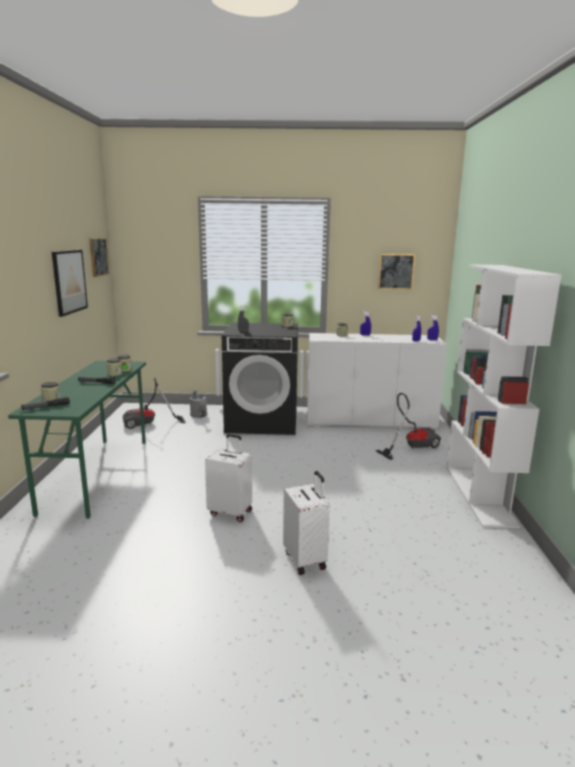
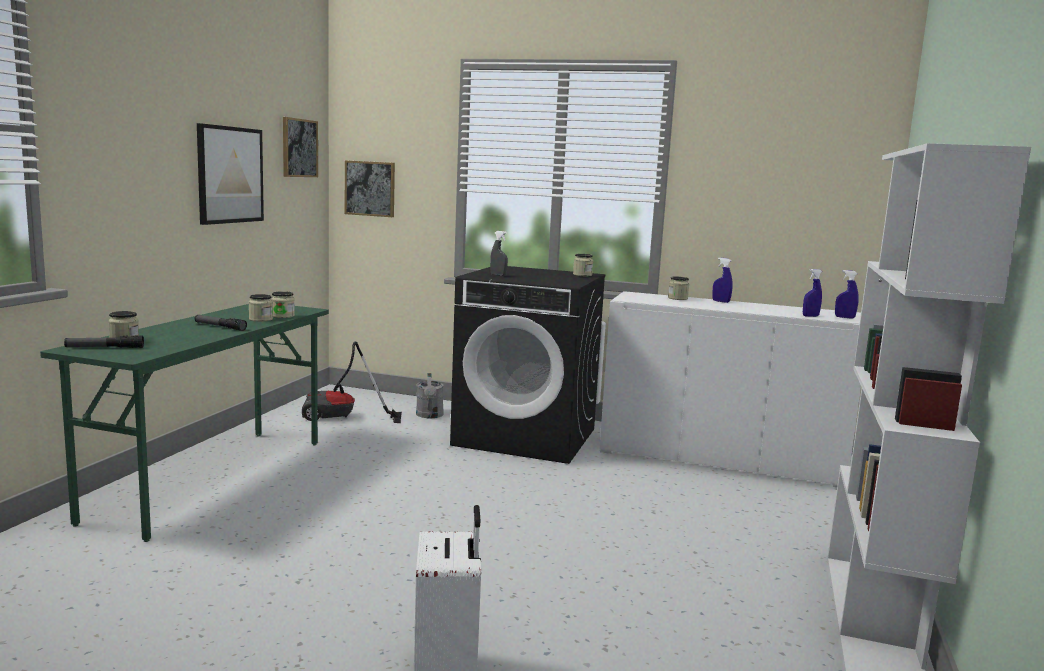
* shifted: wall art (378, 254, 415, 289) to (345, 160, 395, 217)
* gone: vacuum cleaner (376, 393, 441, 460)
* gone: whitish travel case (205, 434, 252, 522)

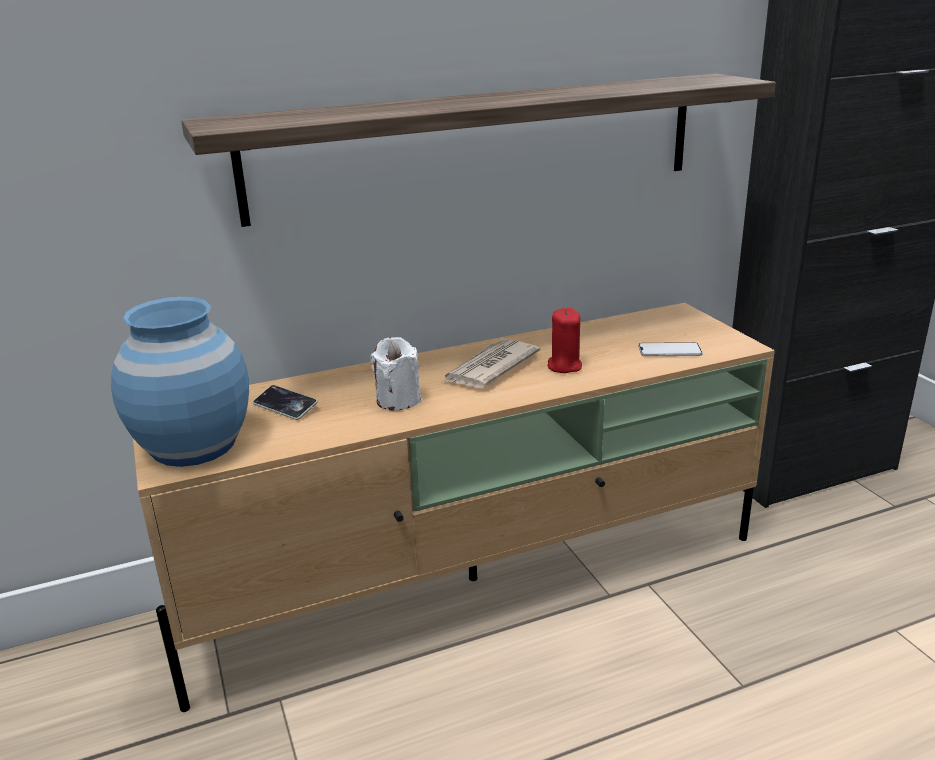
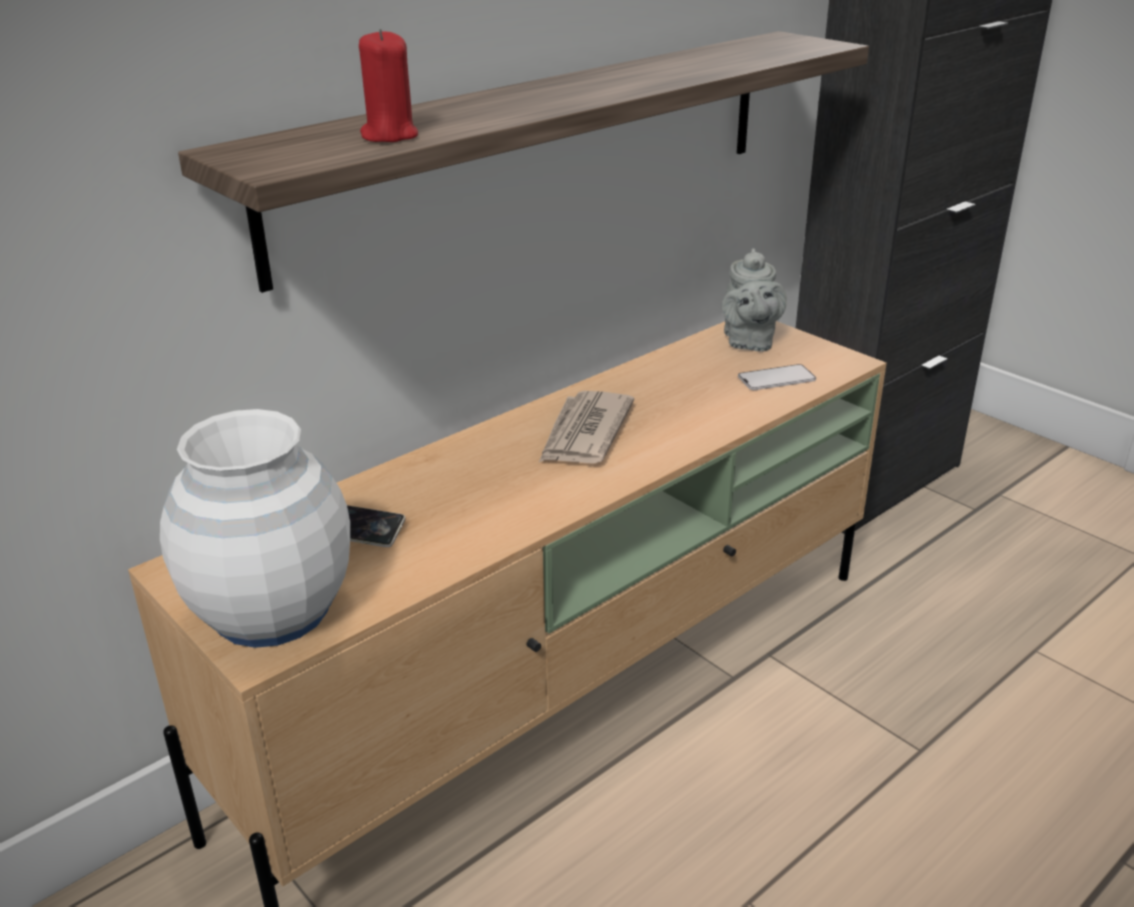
* repainted: blue vase (111, 297, 249, 467) to whitish vase (160, 409, 350, 648)
* shifted: red-coloured wax light (547, 308, 582, 373) to (359, 29, 418, 142)
* gone: whitish wax light (370, 337, 421, 411)
* new: gray pot for tea (722, 248, 787, 352)

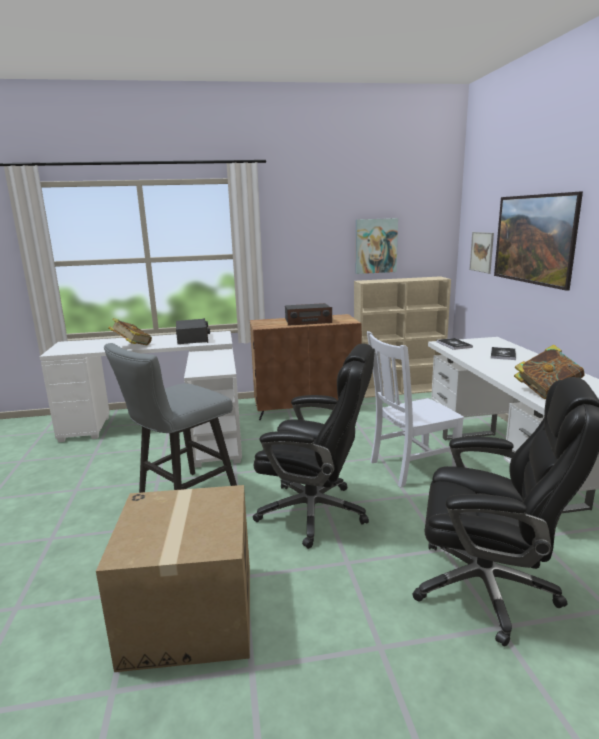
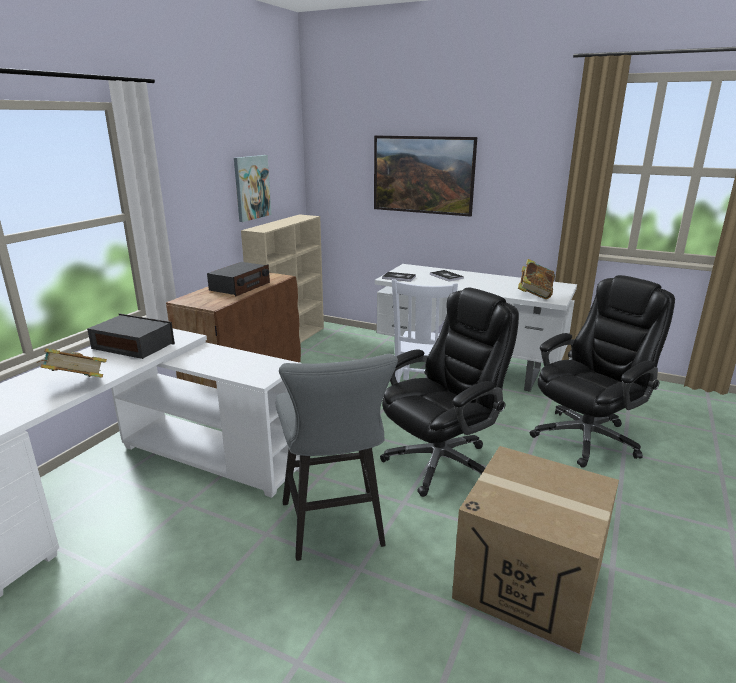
* gone: wall art (469, 232, 494, 274)

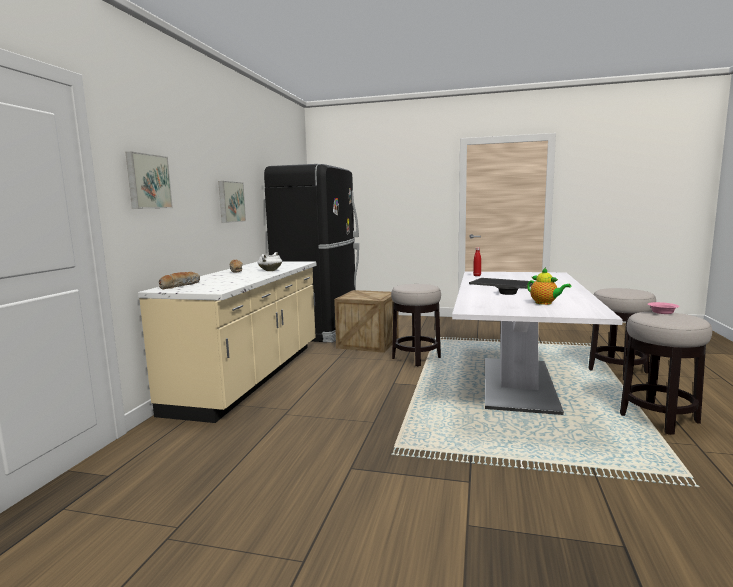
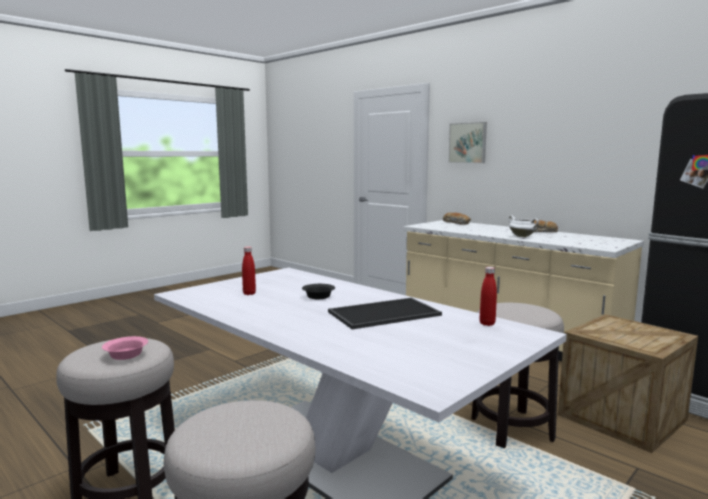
* gone: wall art (218, 181, 246, 223)
* swapped: pot for tea (527, 267, 571, 305) to red-coloured drink bottle (242, 247, 256, 295)

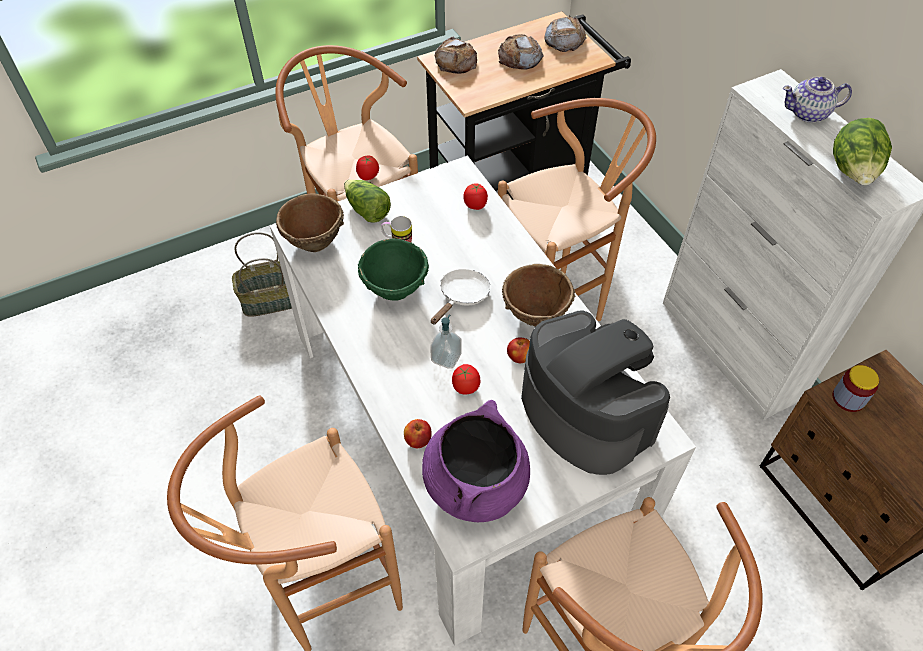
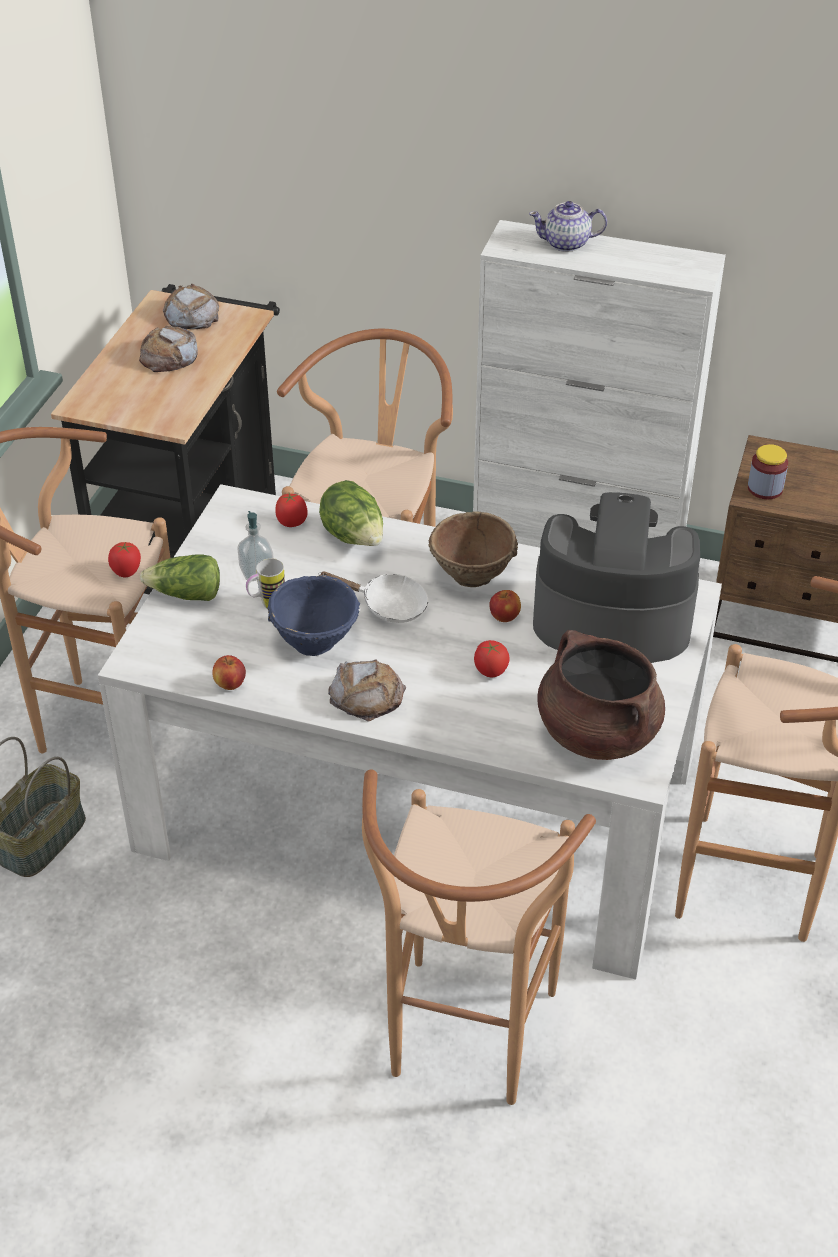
* shifted: bread (434, 37, 477, 74) to (328, 659, 406, 721)
* rotated: pot for tea (783, 76, 852, 123) = (529, 201, 607, 252) 45 degrees clockwise
* shifted: head of lettuce (833, 118, 892, 185) to (319, 480, 383, 546)
* gone: brownish bowl (276, 193, 344, 252)
* repainted: green-coloured bowl (358, 239, 429, 301) to blue bowl (268, 575, 360, 656)
* rotated: whitish skillet (431, 269, 491, 325) = (318, 571, 428, 623) 120 degrees clockwise
* shifted: liquid soap bottle (430, 315, 462, 369) to (237, 511, 273, 582)
* repainted: purple-coloured saucepot (422, 400, 530, 522) to brownish saucepot (537, 630, 665, 760)
* shifted: whole apple (404, 419, 432, 448) to (212, 655, 246, 690)

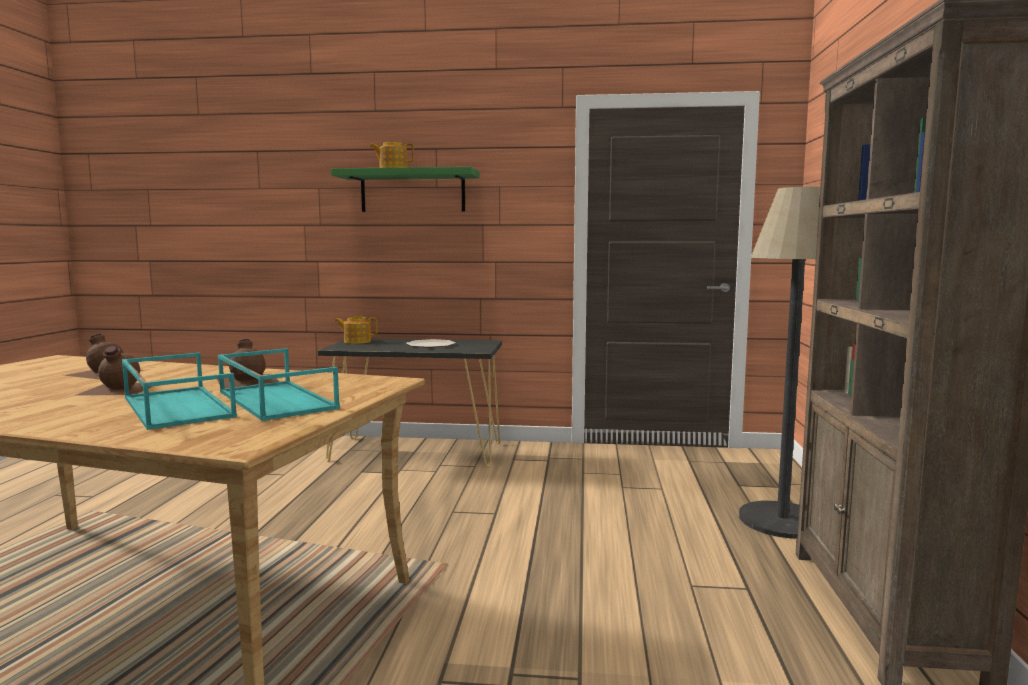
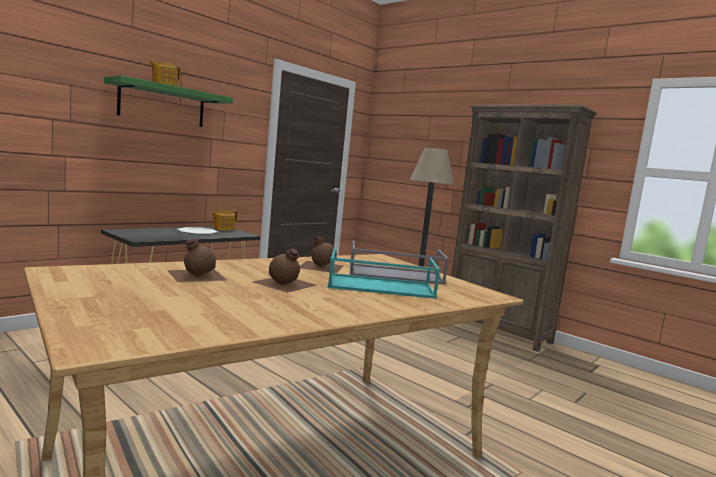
* shifted: pot for tea (335, 317, 378, 344) to (211, 210, 238, 230)
* repainted: turquoise carrying tray (218, 348, 340, 421) to gray carrying tray (350, 241, 449, 285)

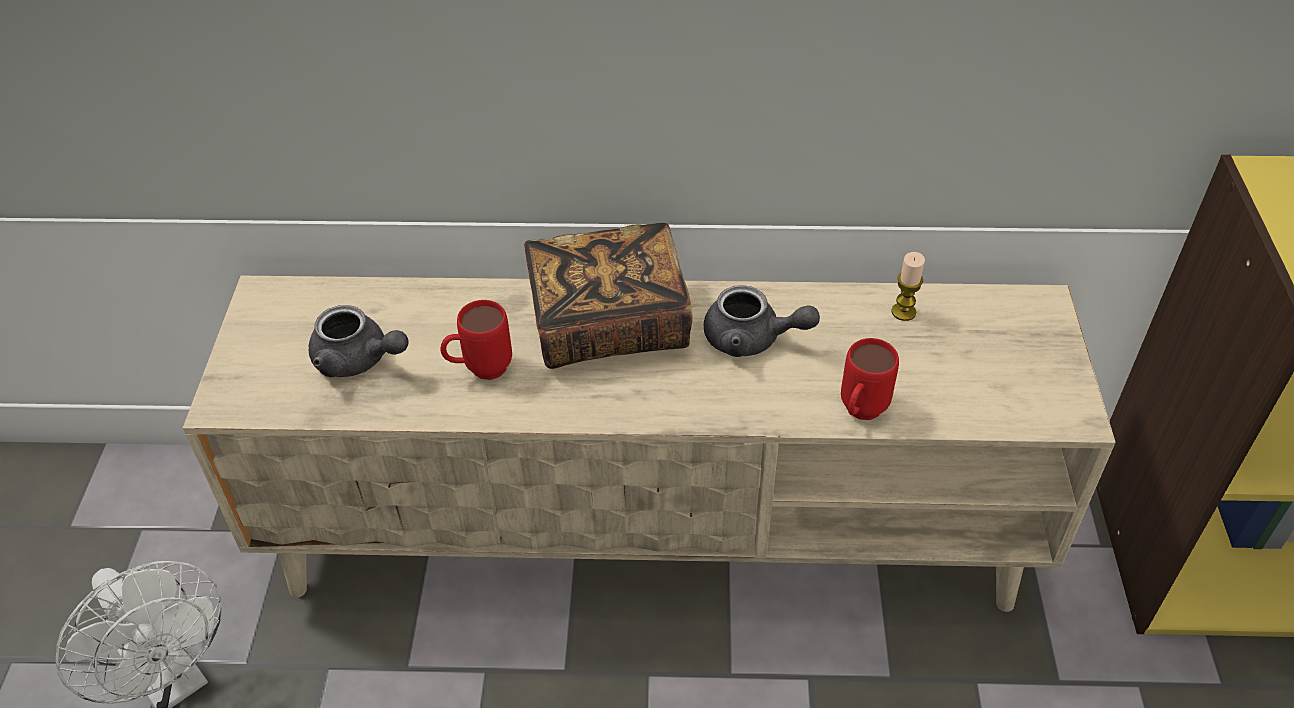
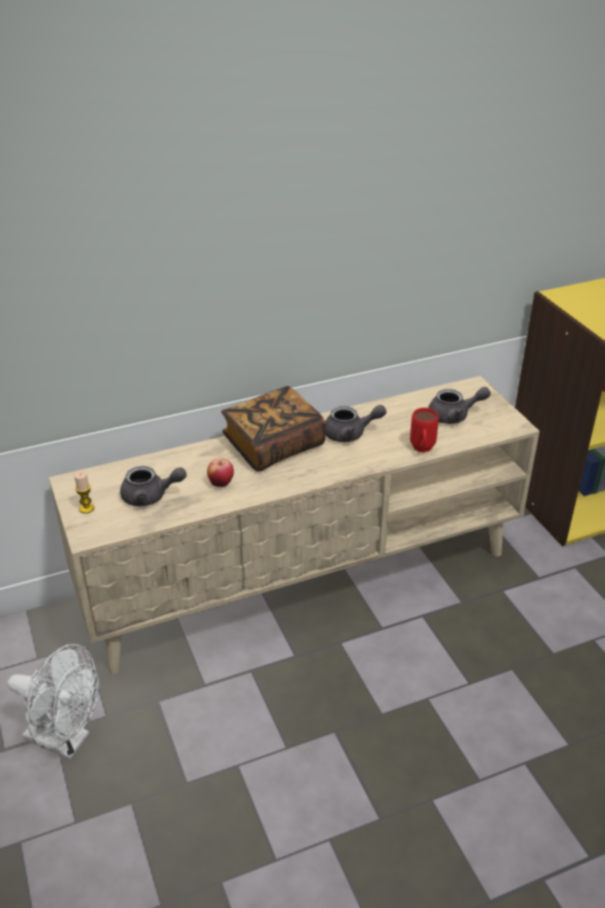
* shifted: wax light (891, 252, 925, 321) to (74, 470, 94, 514)
* swapped: red-coloured tea mug (441, 300, 512, 380) to whole apple (207, 458, 234, 487)
* new: gray pot for tea (428, 387, 491, 424)

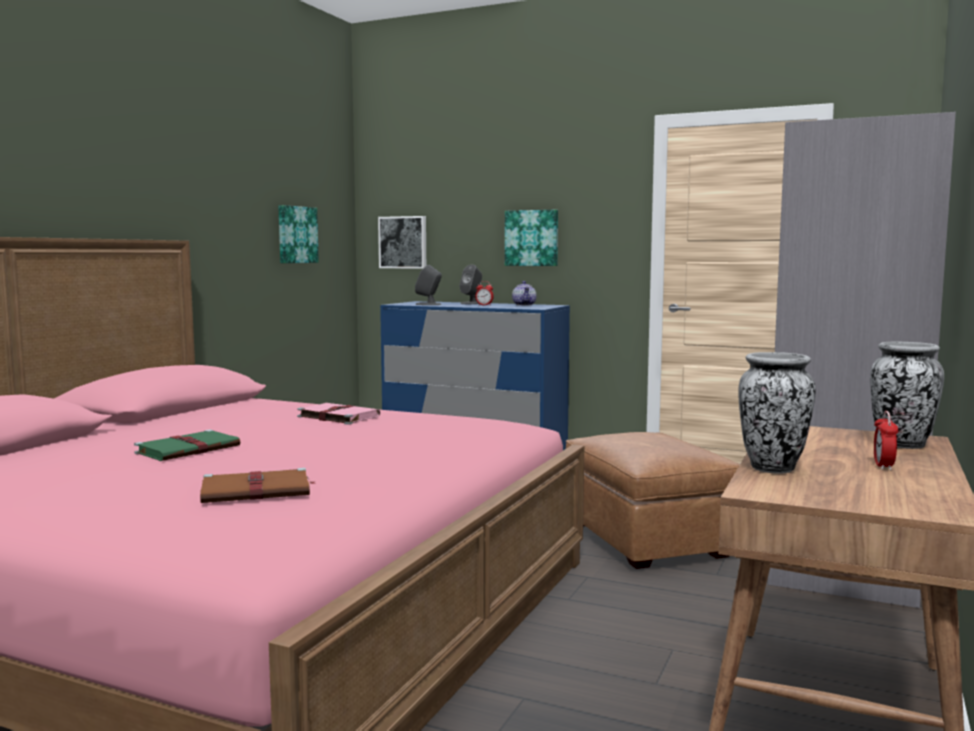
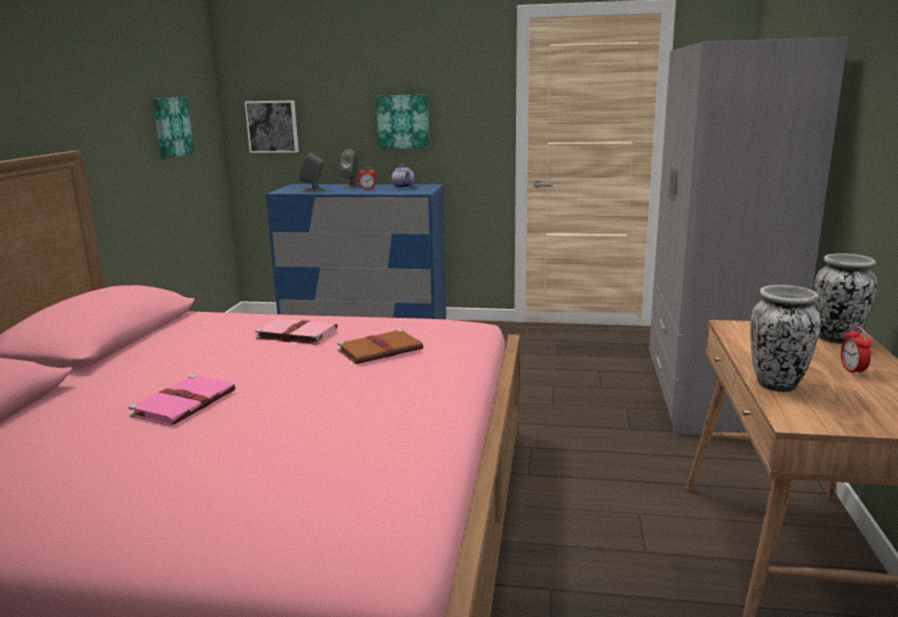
* repainted: green-coloured bound book (134, 430, 240, 461) to pinkish bound book (128, 375, 235, 426)
* gone: brownish pouffe (566, 432, 740, 569)
* shifted: brownish bound book (200, 468, 314, 503) to (337, 329, 423, 364)

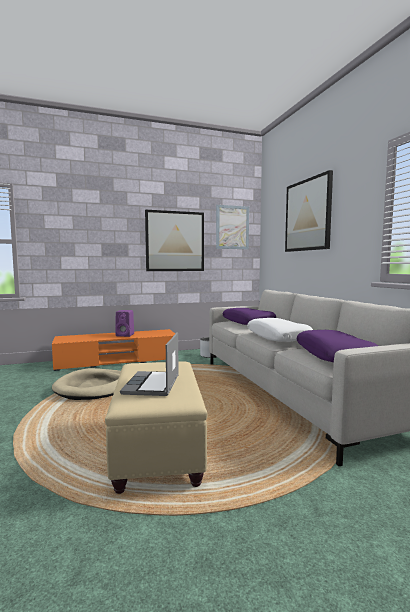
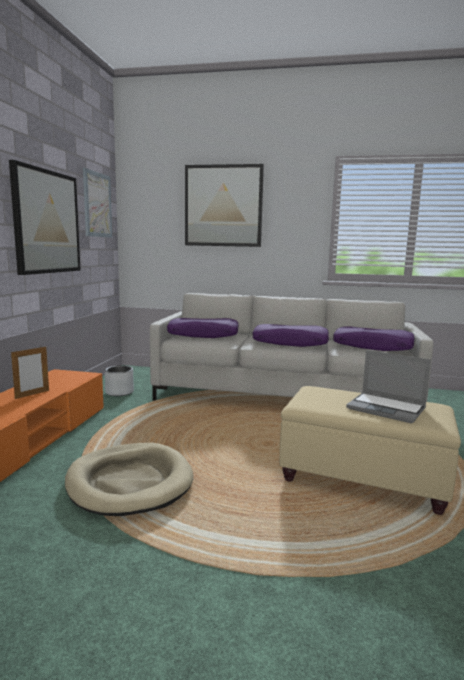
* swapped: purple-coloured speaker (115, 310, 134, 337) to photo frame (11, 347, 49, 399)
* repainted: whitish cushion (247, 318, 313, 342) to purple-coloured cushion (253, 324, 329, 347)

